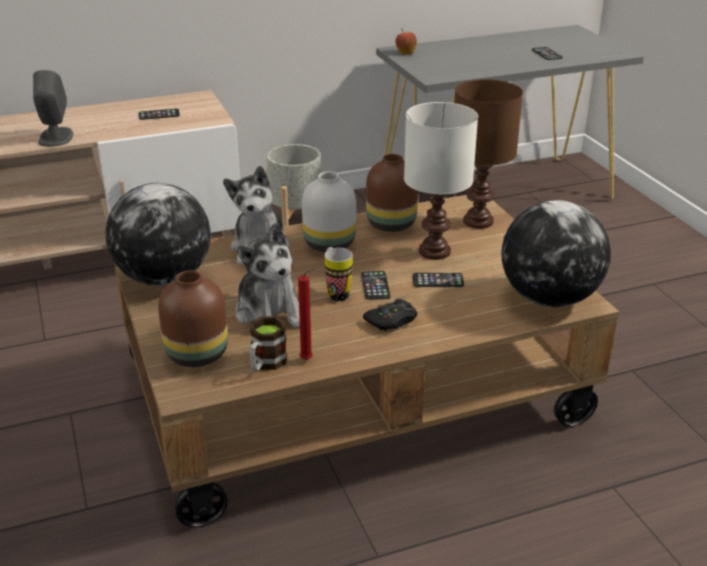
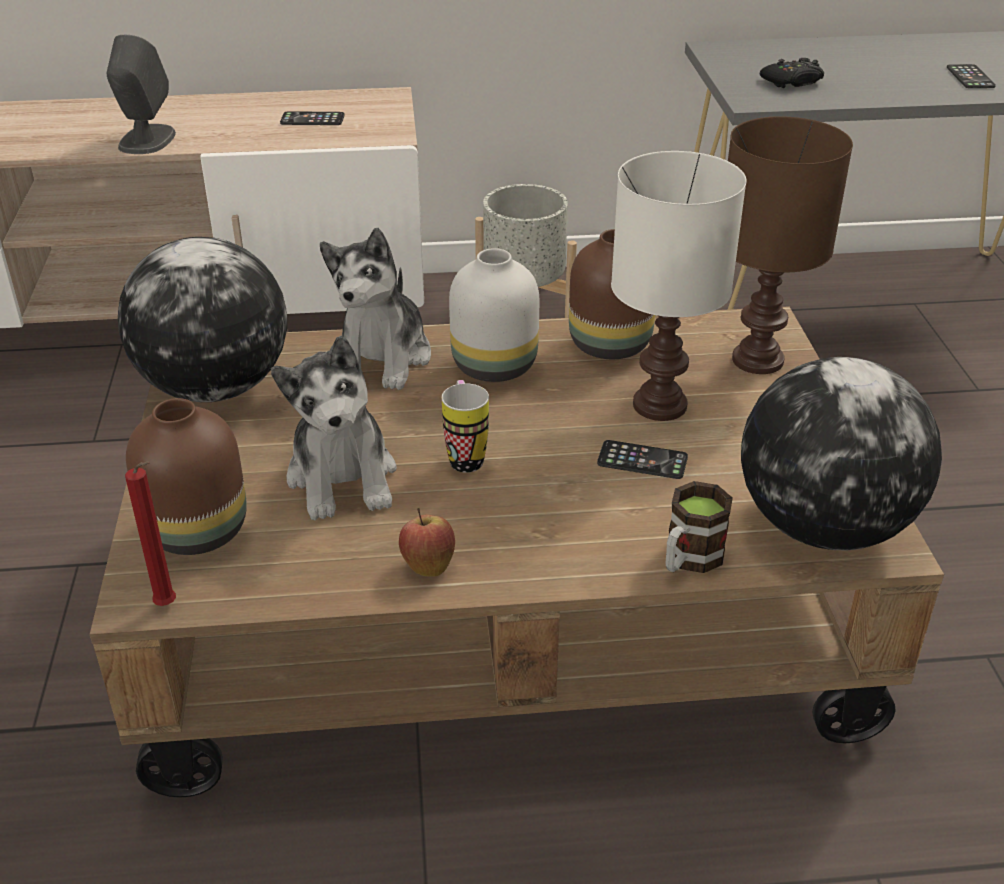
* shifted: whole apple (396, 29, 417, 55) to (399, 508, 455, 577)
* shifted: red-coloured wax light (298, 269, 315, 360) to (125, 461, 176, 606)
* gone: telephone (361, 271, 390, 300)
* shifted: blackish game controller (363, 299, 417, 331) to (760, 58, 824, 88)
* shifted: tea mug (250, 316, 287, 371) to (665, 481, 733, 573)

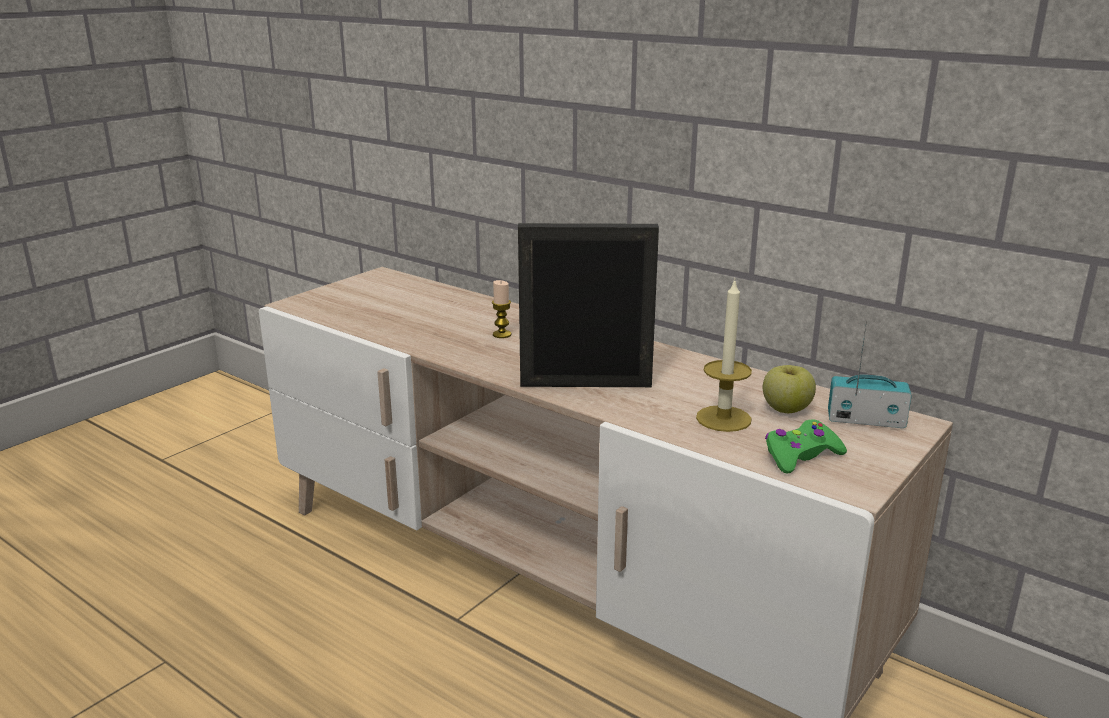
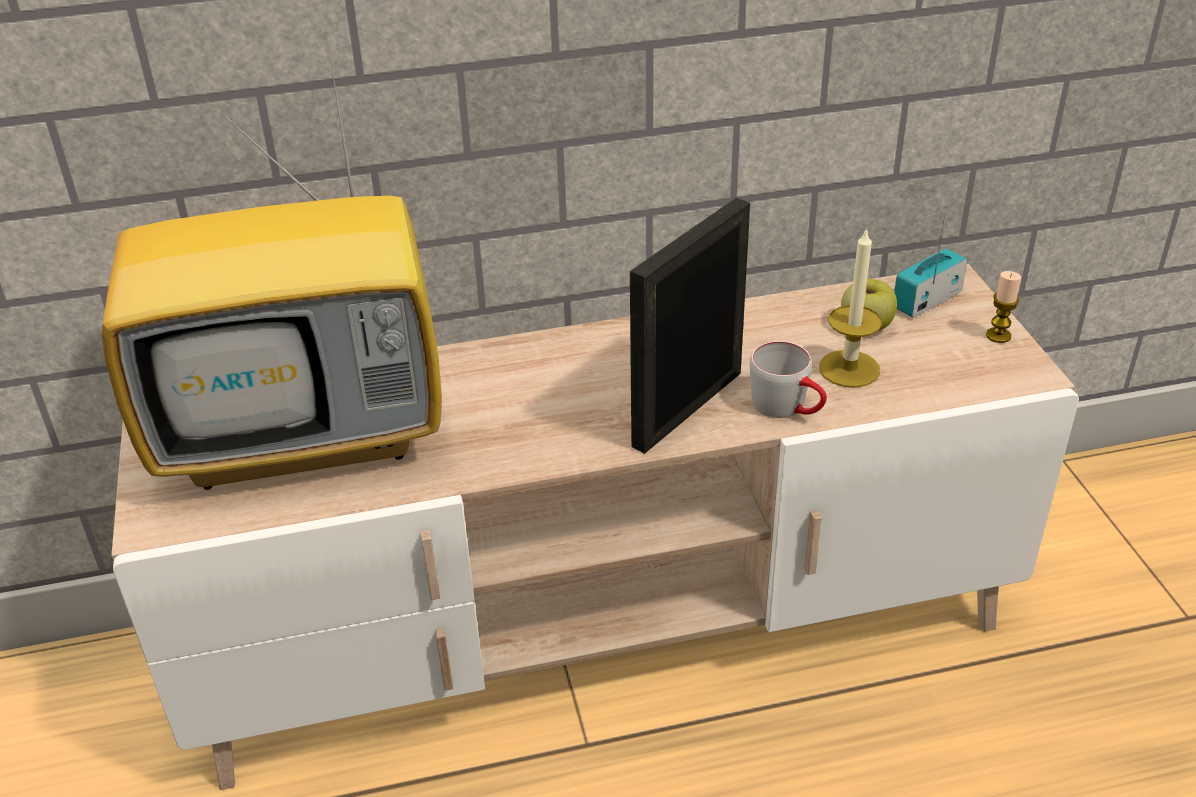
* shifted: wax light (492, 280, 511, 338) to (986, 271, 1021, 343)
* gone: green-coloured game controller (765, 419, 847, 474)
* new: TV (102, 34, 442, 490)
* new: gray tea mug (750, 341, 827, 418)

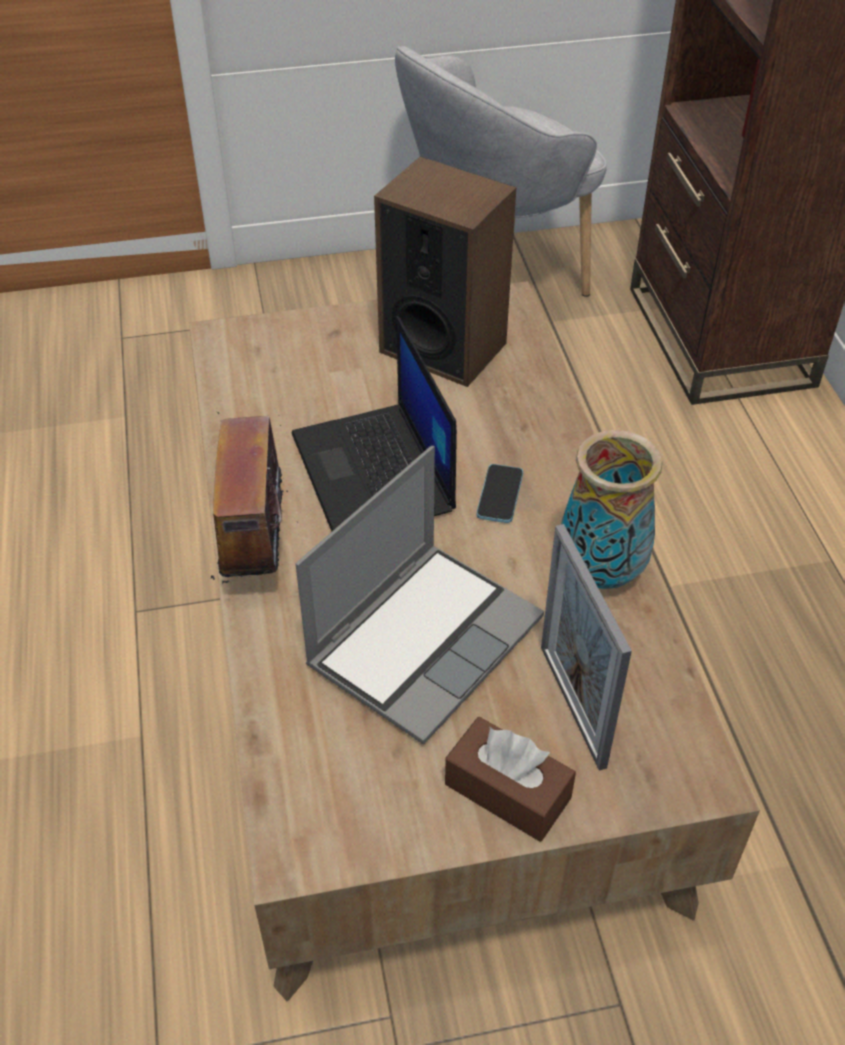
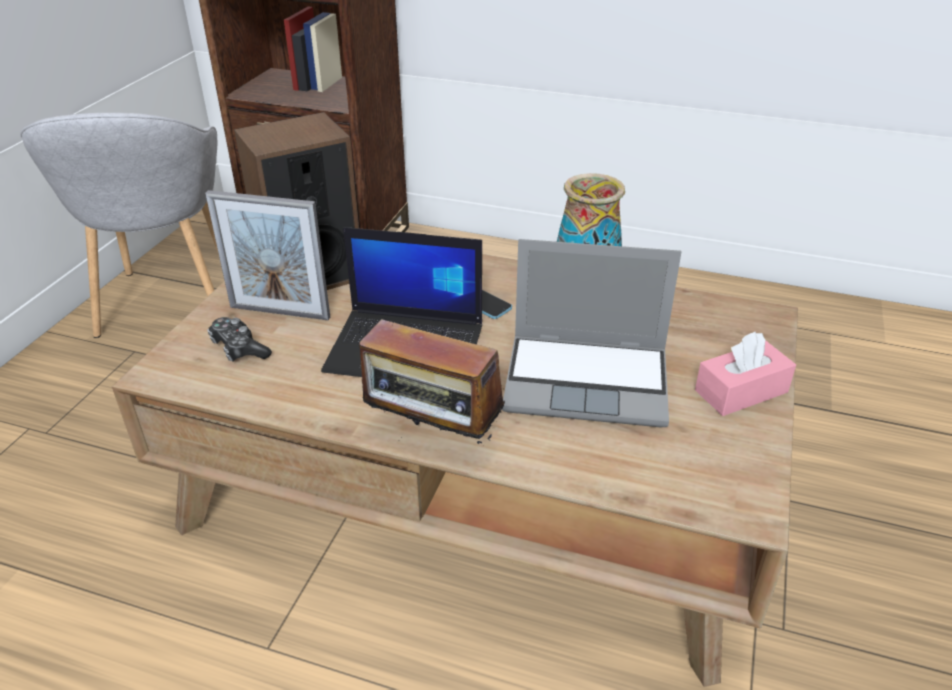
* rotated: laptop (295, 446, 544, 745) = (502, 239, 682, 427) 120 degrees clockwise
* shifted: photo frame (541, 524, 632, 771) to (205, 190, 330, 320)
* repainted: brownish tissue box (445, 717, 576, 842) to pinkish tissue box (695, 332, 796, 416)
* new: game controller (207, 317, 272, 362)

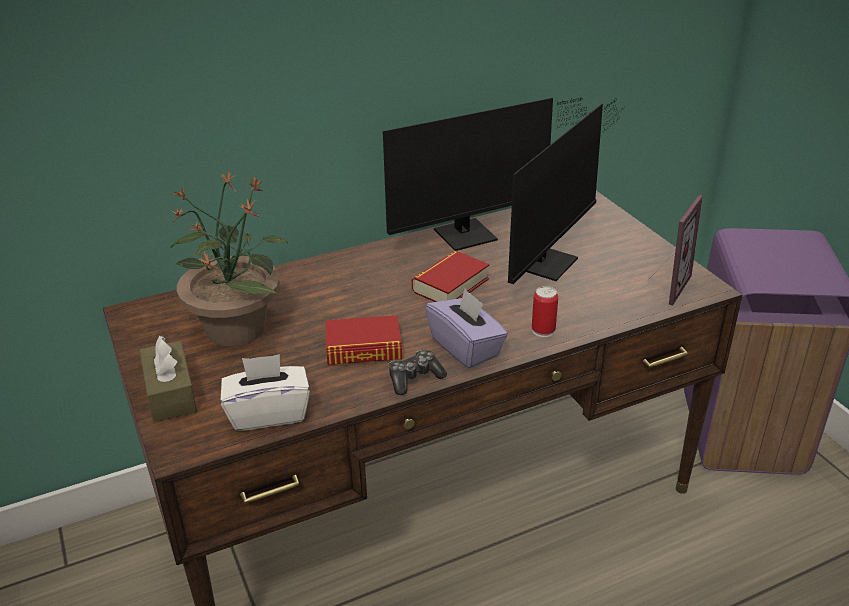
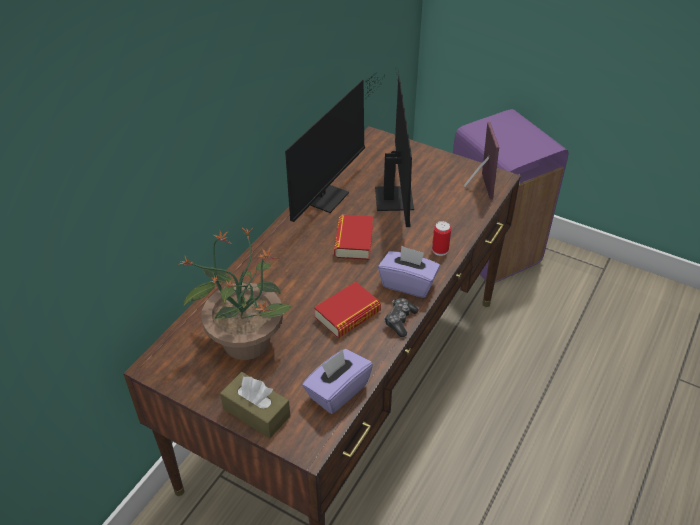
* repainted: whitish tissue box (221, 354, 310, 431) to purple-coloured tissue box (302, 349, 373, 414)

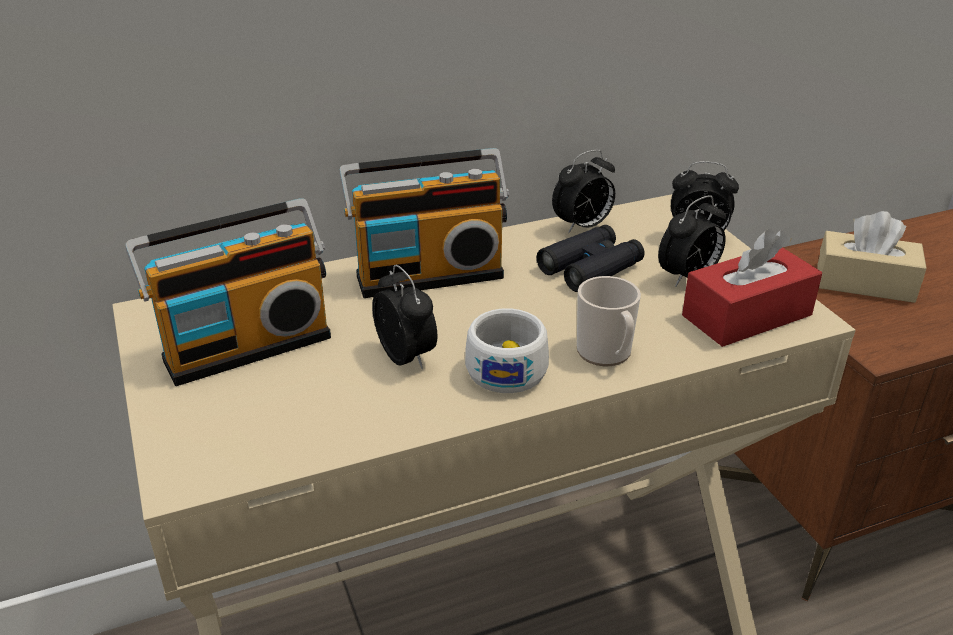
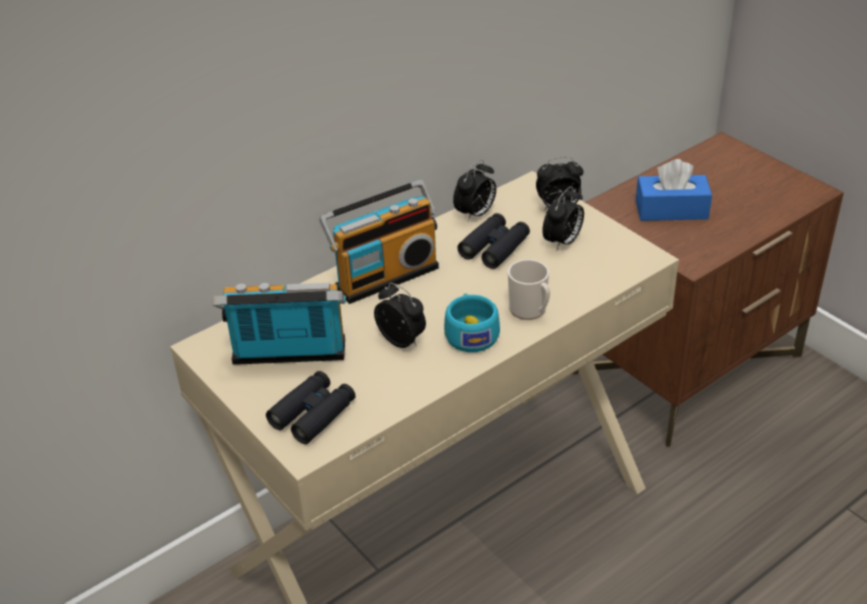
* rotated: radio set (126, 198, 331, 386) = (212, 283, 346, 365) 135 degrees counterclockwise
* repainted: beige tissue box (818, 211, 927, 303) to blue tissue box (636, 159, 712, 221)
* gone: red-coloured tissue box (682, 229, 822, 347)
* repainted: whitish cup (465, 308, 549, 393) to turquoise cup (444, 293, 500, 352)
* new: blackish pair of binoculars (266, 371, 356, 444)

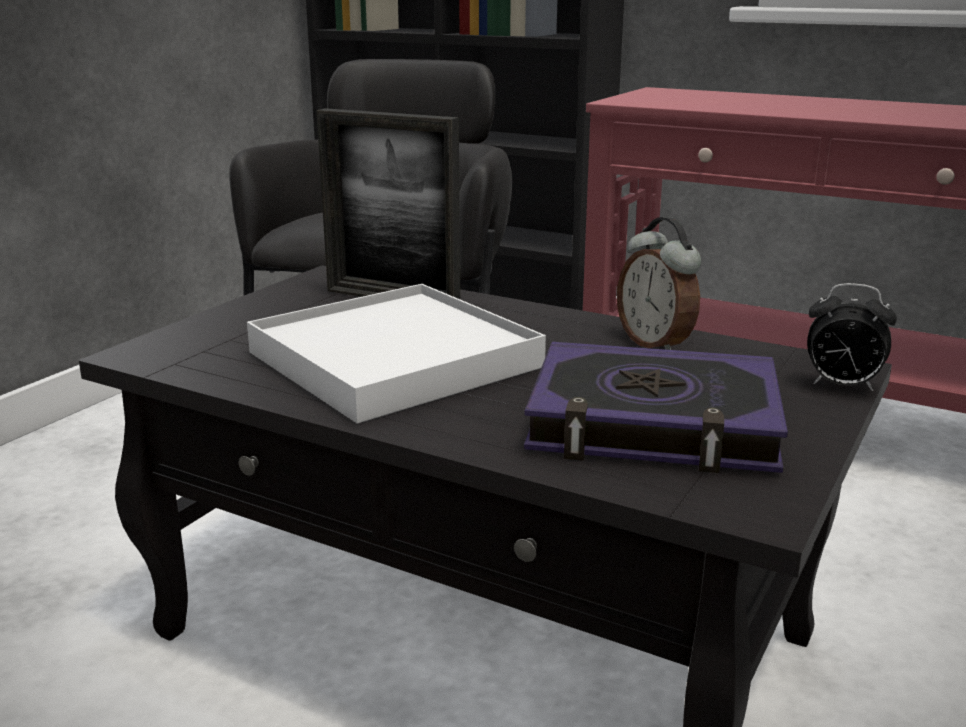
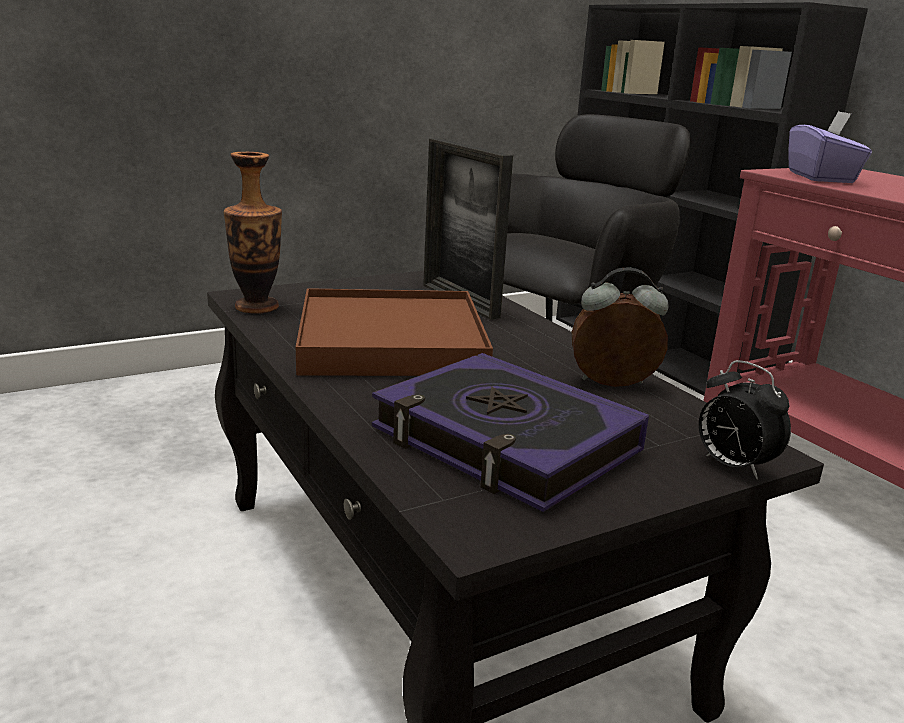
* rotated: table clock (617, 217, 701, 350) = (572, 267, 669, 387) 90 degrees clockwise
* repainted: whitish carrying tray (247, 284, 546, 423) to brownish carrying tray (296, 288, 493, 376)
* new: purple-coloured tissue box (788, 111, 872, 183)
* new: vase (224, 152, 282, 314)

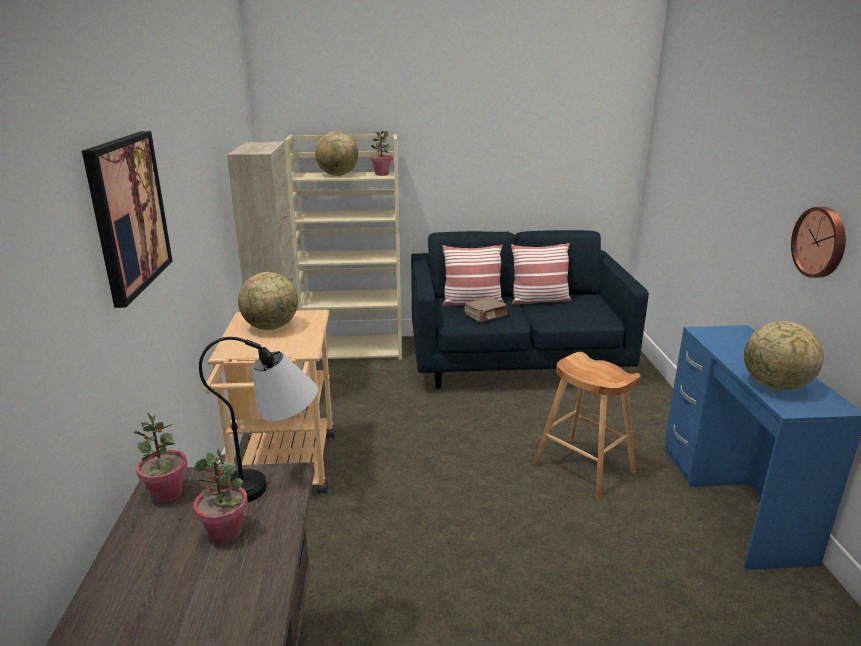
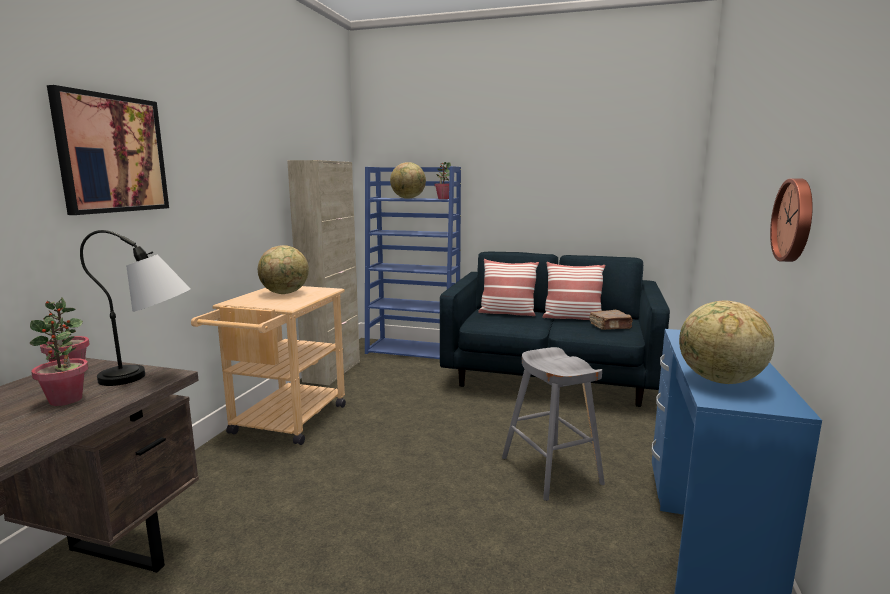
* repainted: beige shelving unit (284, 134, 402, 359) to blue shelving unit (365, 166, 461, 359)
* shifted: brownish bound book (465, 297, 507, 322) to (589, 310, 633, 330)
* repainted: brownish sitting stool (534, 352, 641, 500) to gray sitting stool (502, 347, 605, 501)

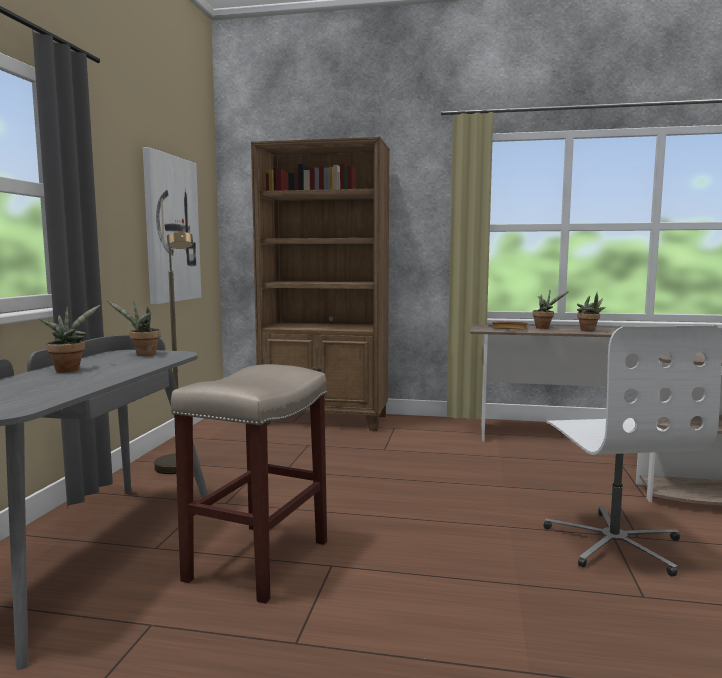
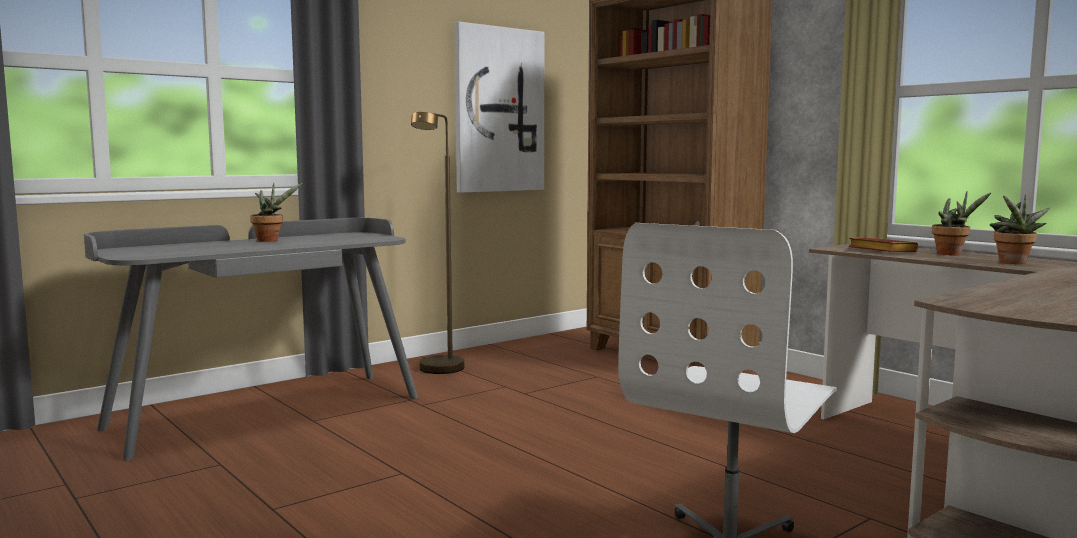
* gone: plant in a pot (107, 301, 161, 356)
* gone: beige sitting stool (171, 364, 327, 604)

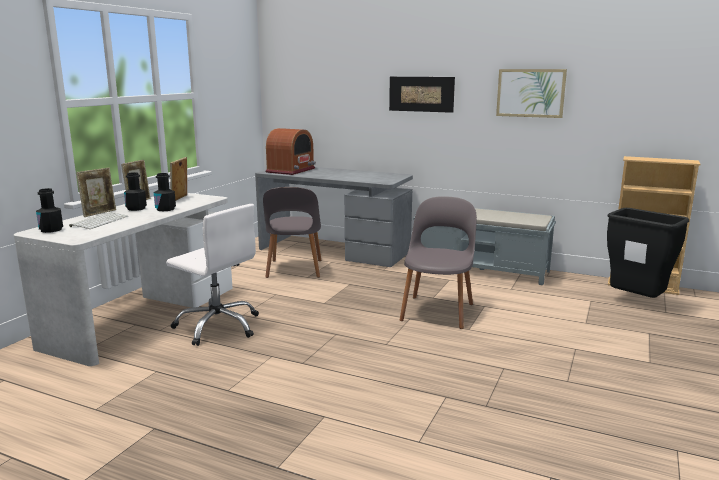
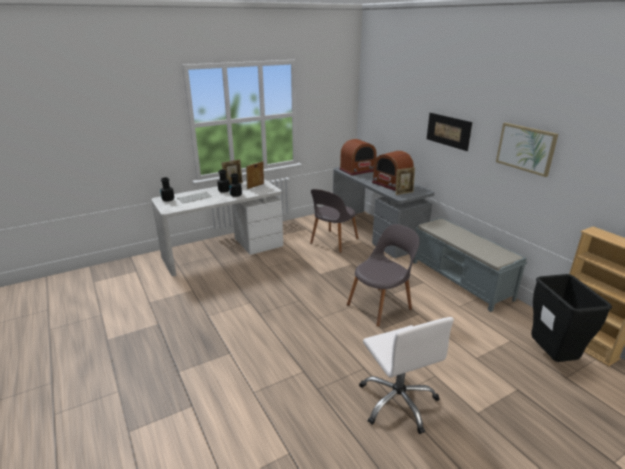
* shifted: photo frame (76, 168, 116, 217) to (395, 167, 415, 195)
* shifted: whitish computer chair (166, 204, 259, 346) to (359, 317, 454, 434)
* new: radio set (372, 150, 414, 191)

